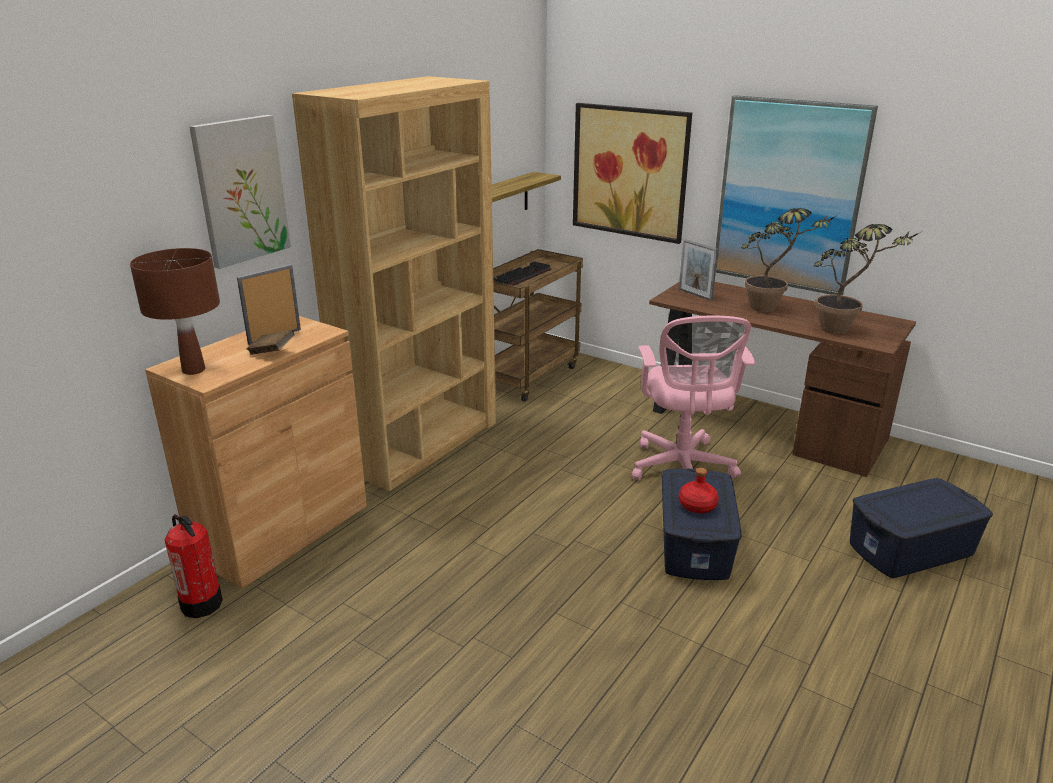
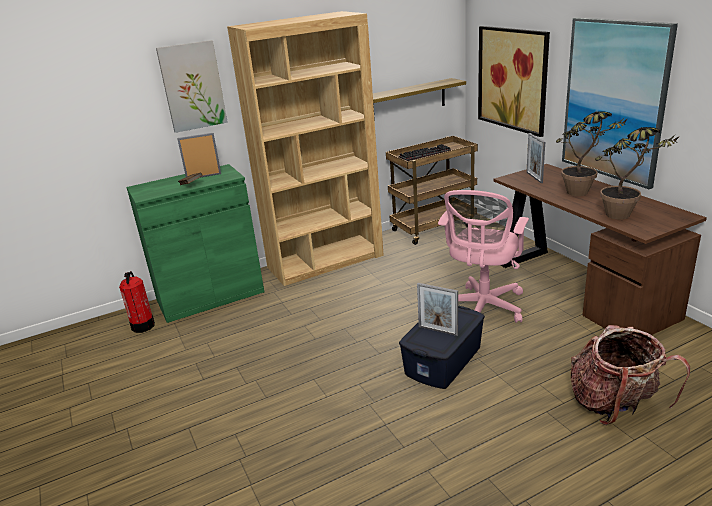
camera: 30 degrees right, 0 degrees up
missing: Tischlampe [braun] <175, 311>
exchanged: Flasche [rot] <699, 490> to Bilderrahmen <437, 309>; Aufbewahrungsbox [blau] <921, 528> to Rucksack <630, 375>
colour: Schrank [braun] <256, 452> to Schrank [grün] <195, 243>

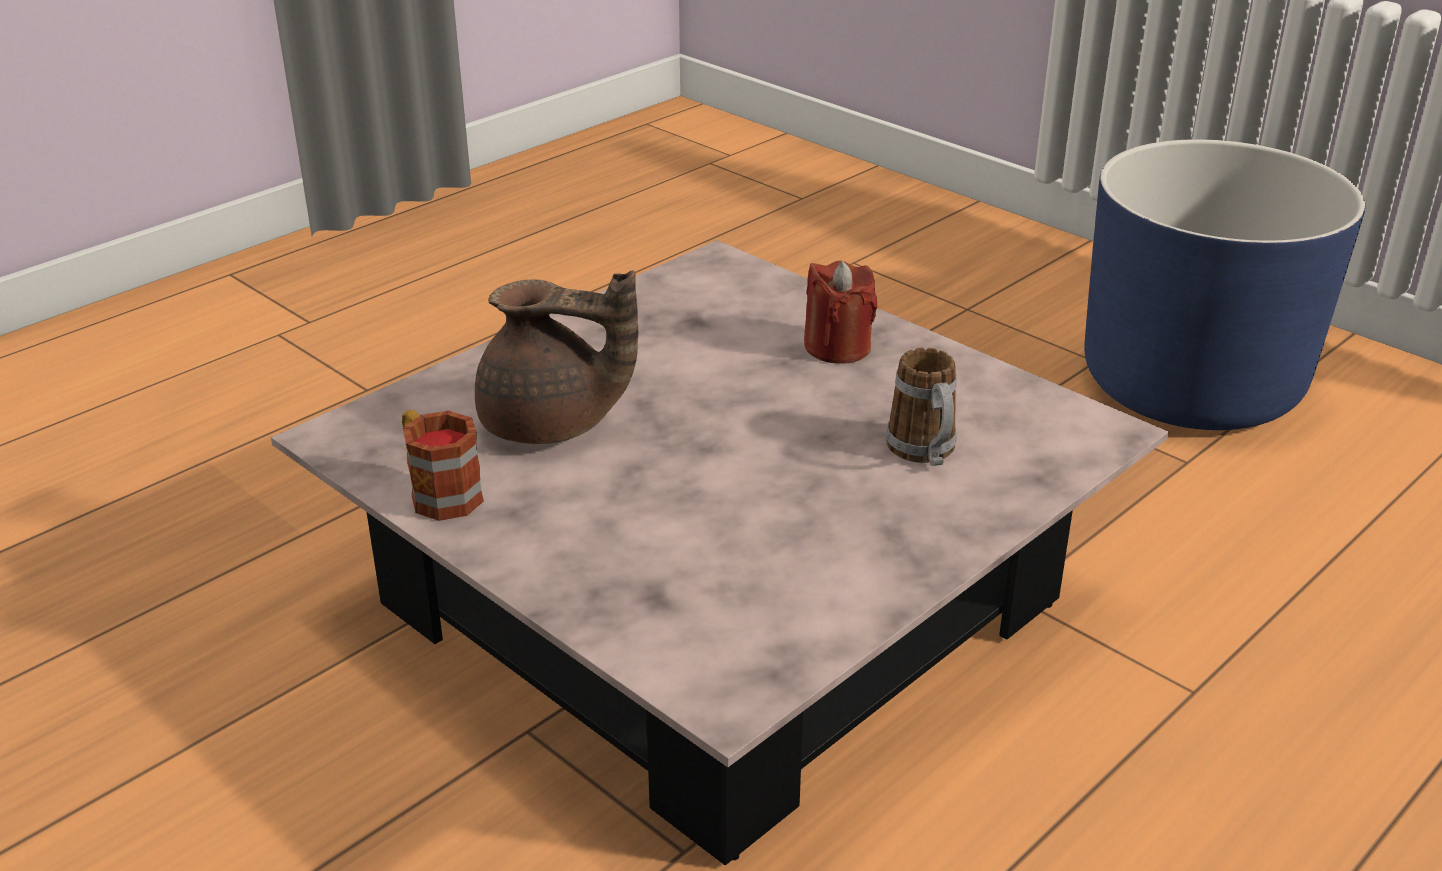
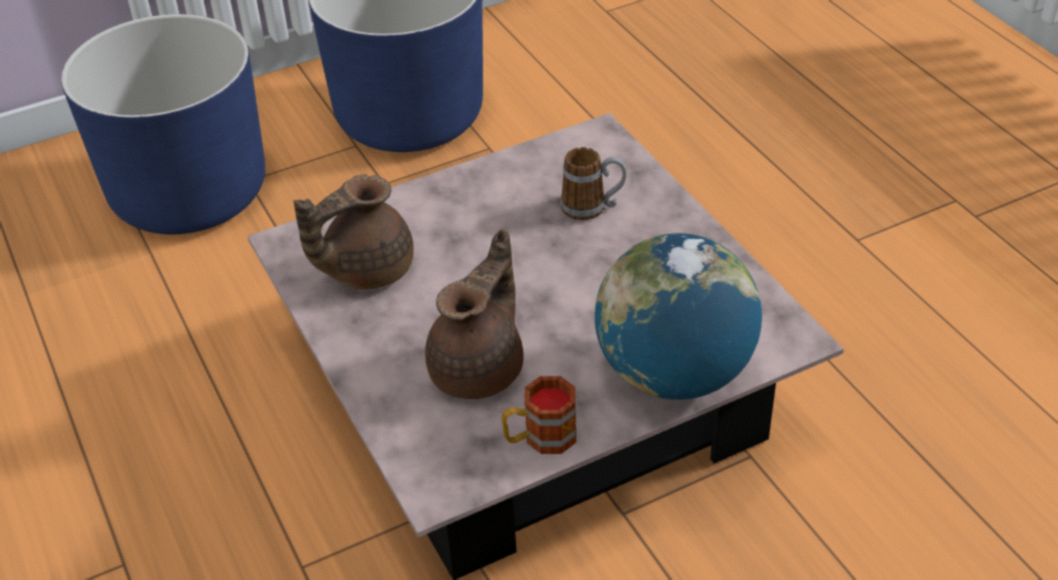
camera: 70 degrees left, 10 degrees up
missing: Kerze [rot] <841, 312>
appeared: Pflanzkübel [blau] <163, 124>; Teekanne [braun] <354, 232>; Globus <678, 316>

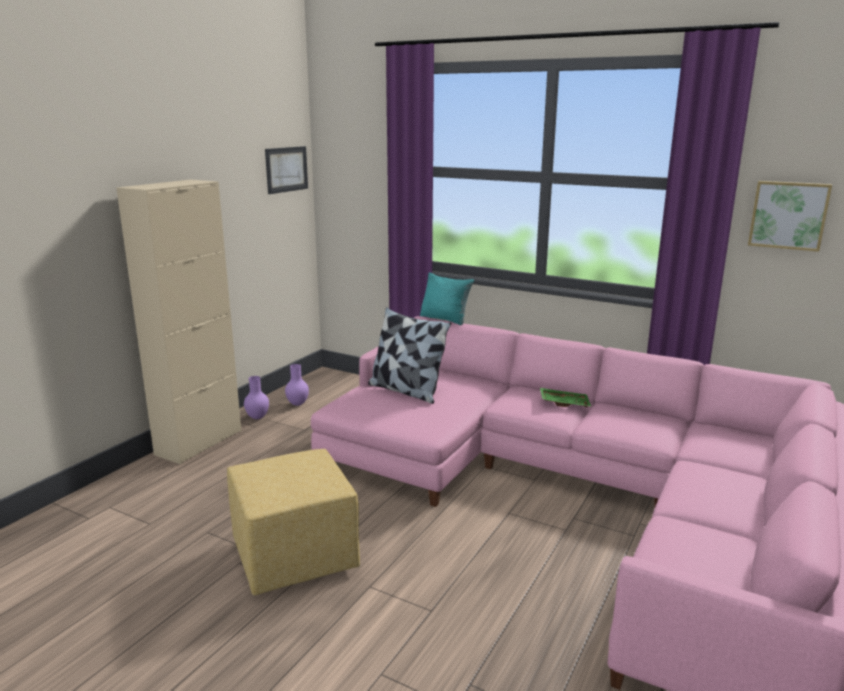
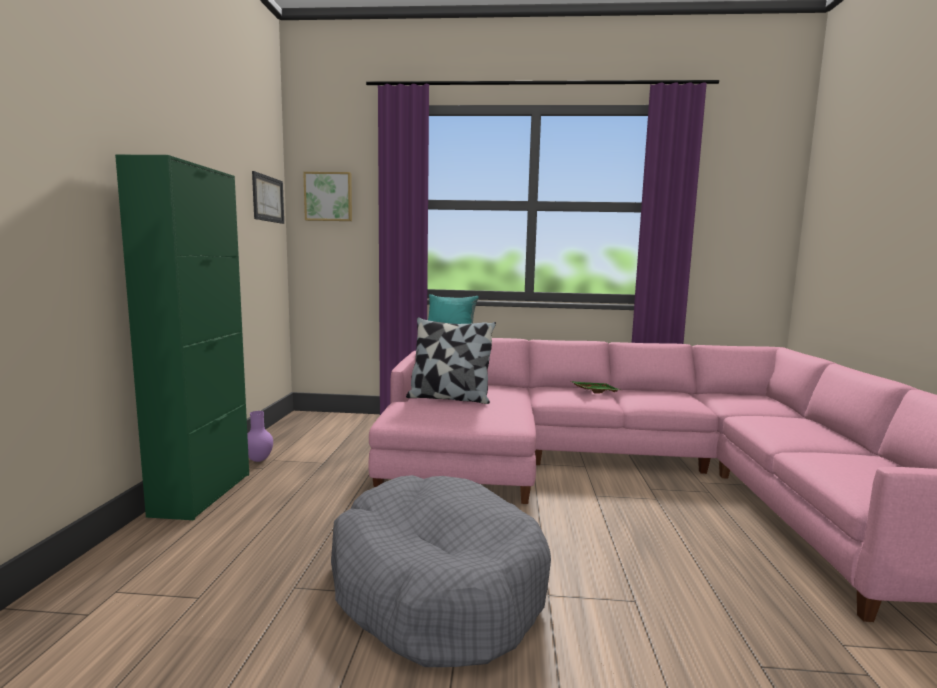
camera: 25 degrees left, 10 degrees down
missing: Vase [lila] <297, 385>
relocated: Bild <790, 216> to <327, 196>
exchanged: Polsterhocker [gelb] <293, 522> to Hundebett [grau] <441, 571>
colour: Schrank [beige] <178, 322> to Schrank [grün] <182, 337>

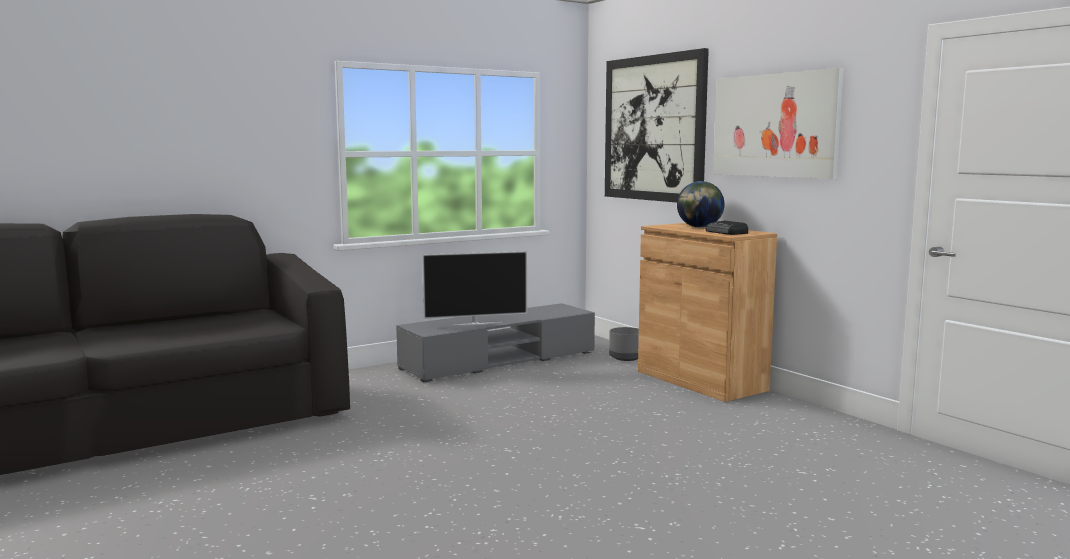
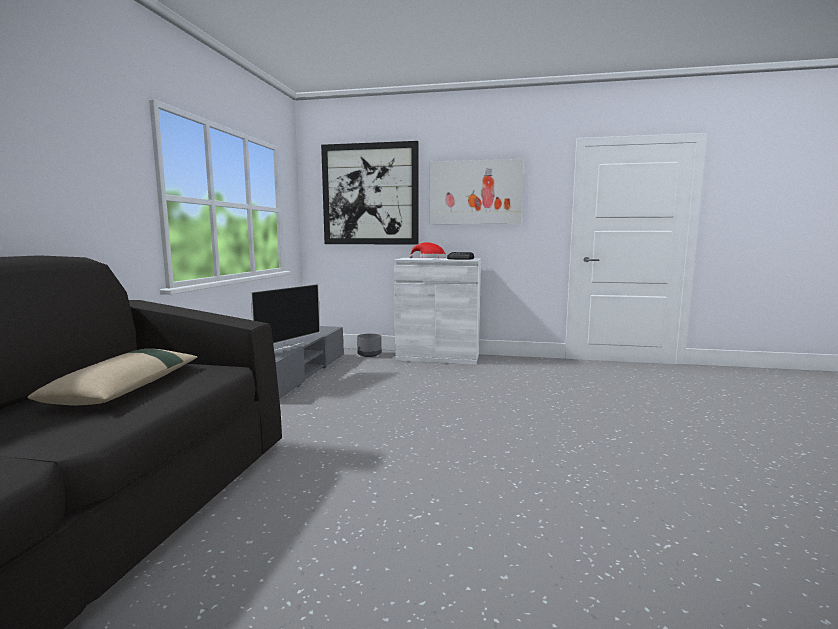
camera: 45 degrees left, 0 degrees up
appeared: Kissen [beige] <112, 377>
exchanged: Globus <701, 204> to Hut [rot] <427, 250>
colour: Schrank [braun] <707, 312> to Schrank [weiß] <437, 311>

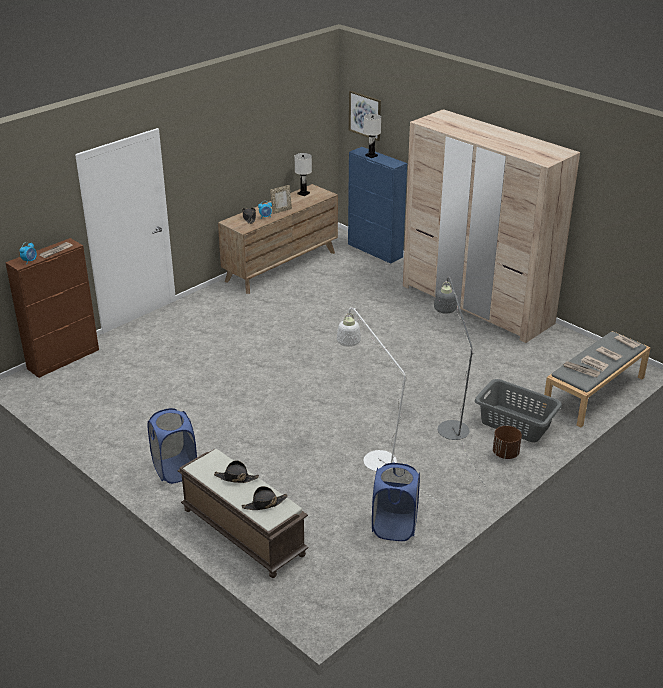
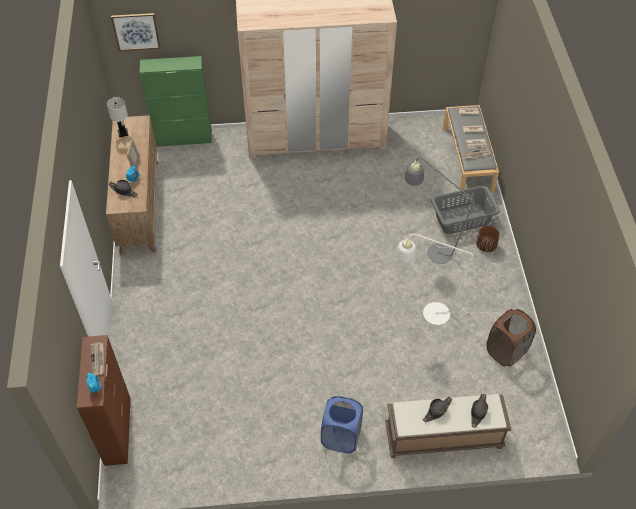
camera: 50 degrees left, 20 degrees up
missing: Tischlampe [weiß] <372, 136>
colour: Schrank [blau] <377, 205> to Schrank [grün] <176, 101>; Wäschekorb [blau] <396, 502> to Wäschekorb [braun] <511, 338>

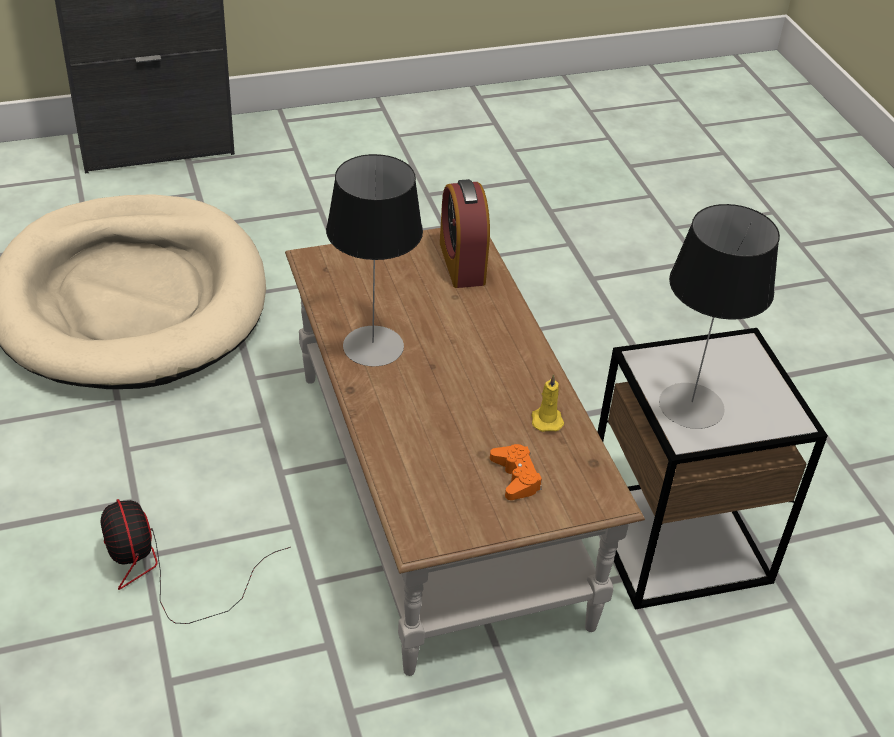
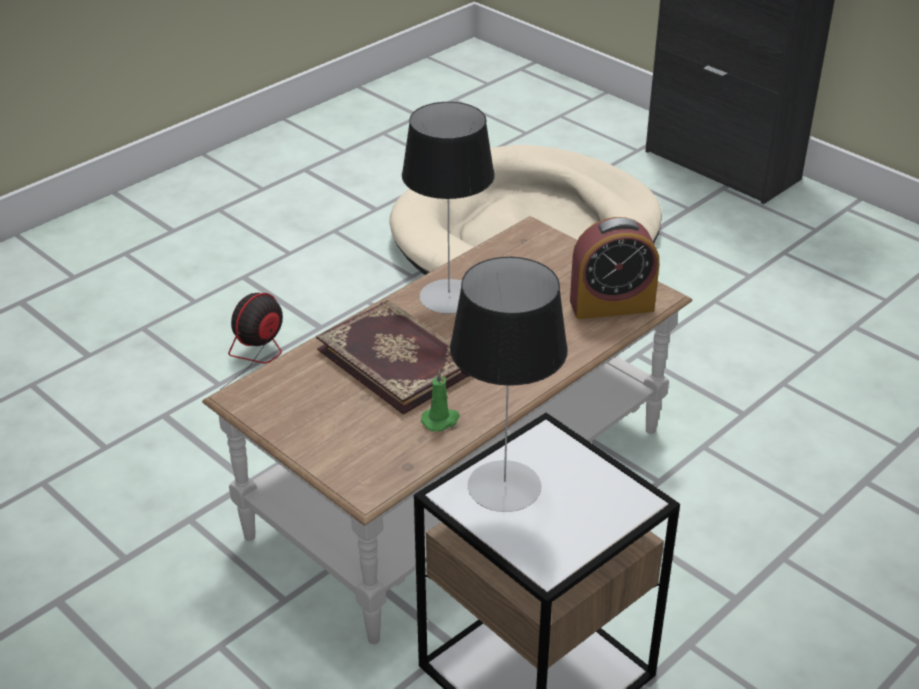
camera: 65 degrees right, 5 degrees down
missing: Gamepad [orange] <516, 472>
appeared: Buch <393, 357>
colour: Kerze [gelb] <547, 403> to Kerze [grün] <440, 400>
spun: Wecker <465, 233> = <614, 268> 150 degrees counterclockwise

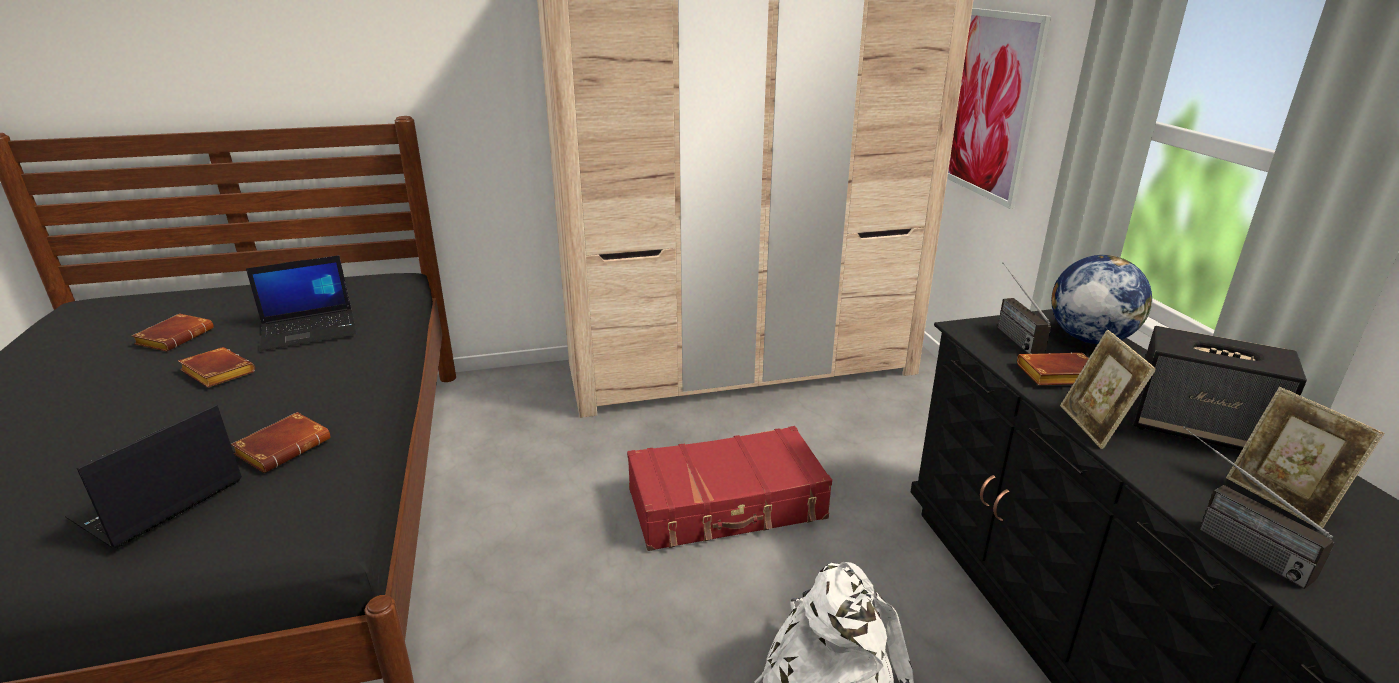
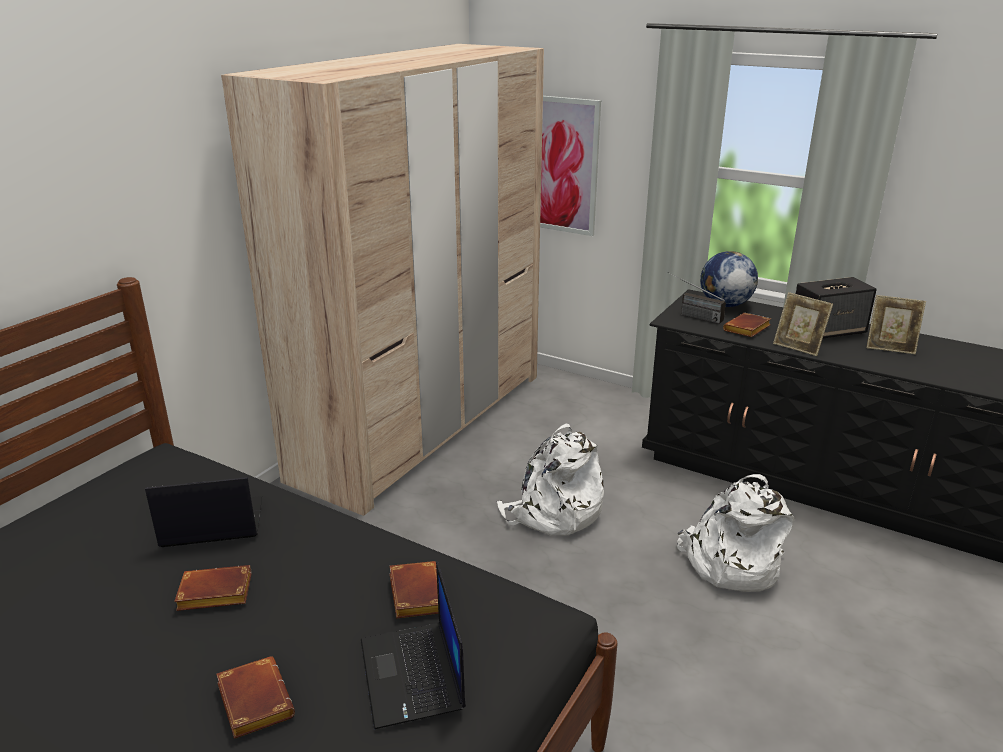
camera: 45 degrees left, 0 degrees up
missing: Radio <1259, 507>
relocated: Buch [braun] <173, 332> to <255, 697>
exchanged: Koffer [rot] <729, 488> to Rucksack [weiß] <550, 480>
spun: Laptop <301, 303> = <203, 512> 120 degrees counterclockwise

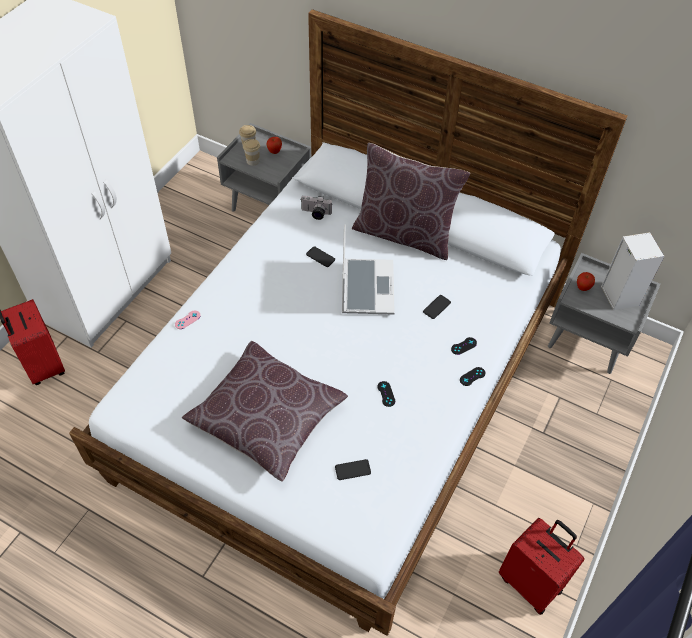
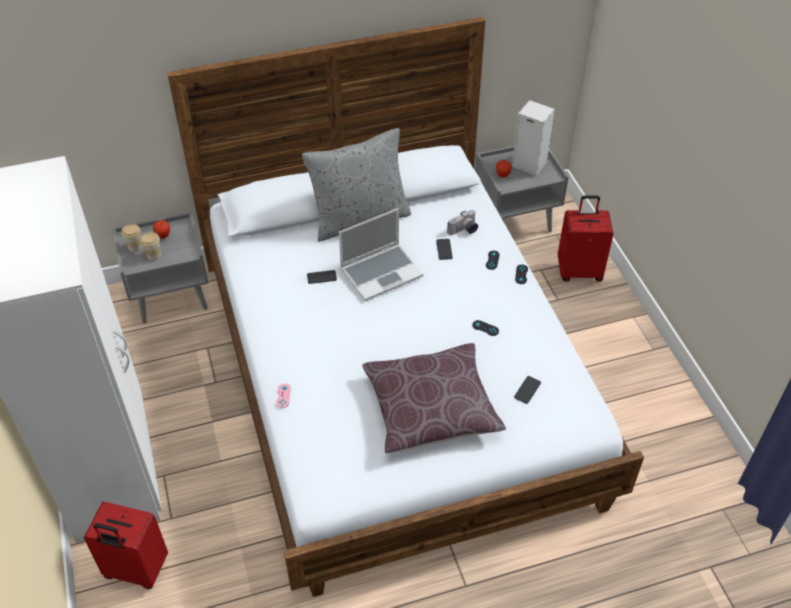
camera: 45 degrees left, 5 degrees down
relocated: Kamera <316, 208> to <462, 222>; Koffer [rot] <542, 566> to <585, 238>
colour: Kissen [braun] <411, 201> to Kissen [grau] <356, 185>
spun: Laptop <368, 270> = <381, 254> 105 degrees clockwise

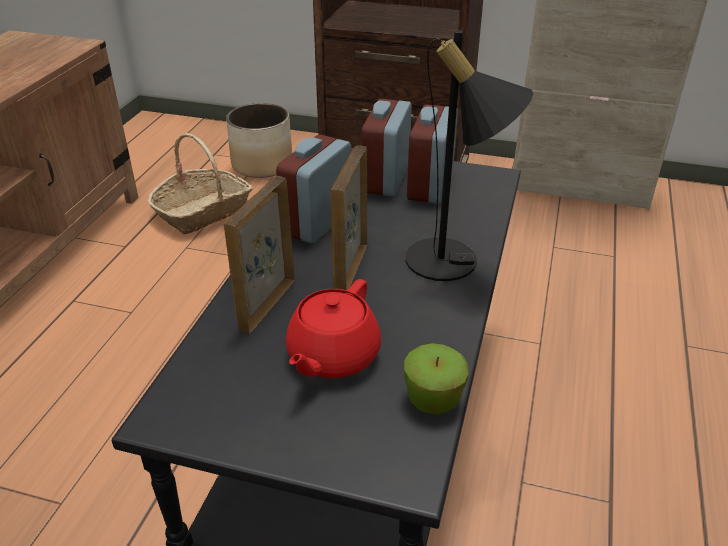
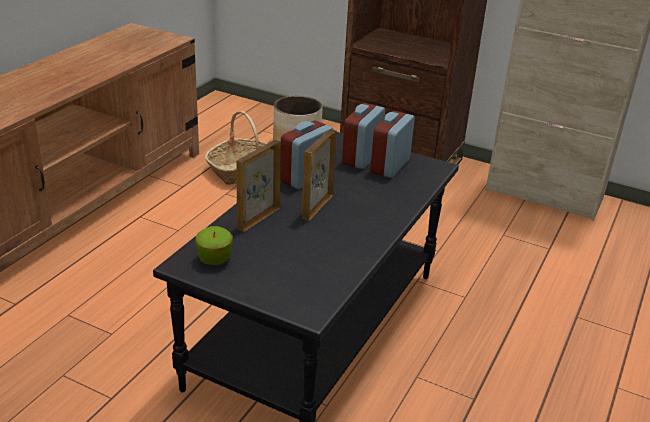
camera: 10 degrees right, 5 degrees down
missing: Tischlampe [schwarz] <470, 155>; Teekanne [rot] <333, 328>
relocated: Apfel <436, 378> to <214, 245>

